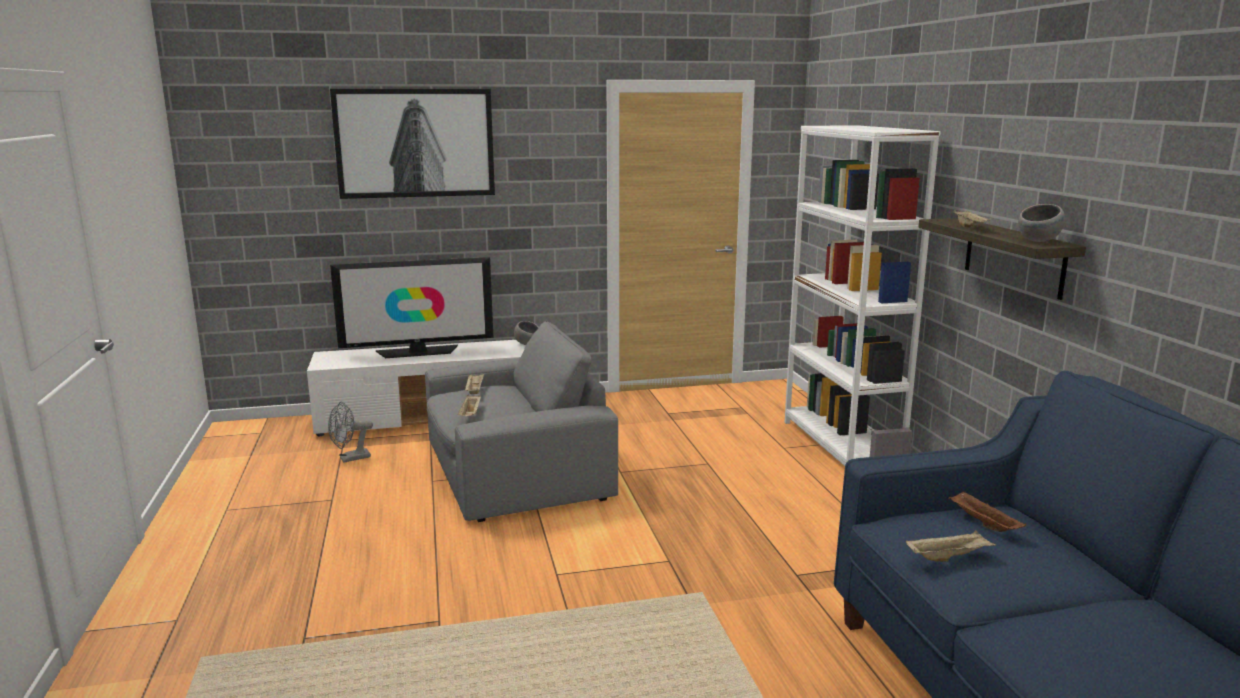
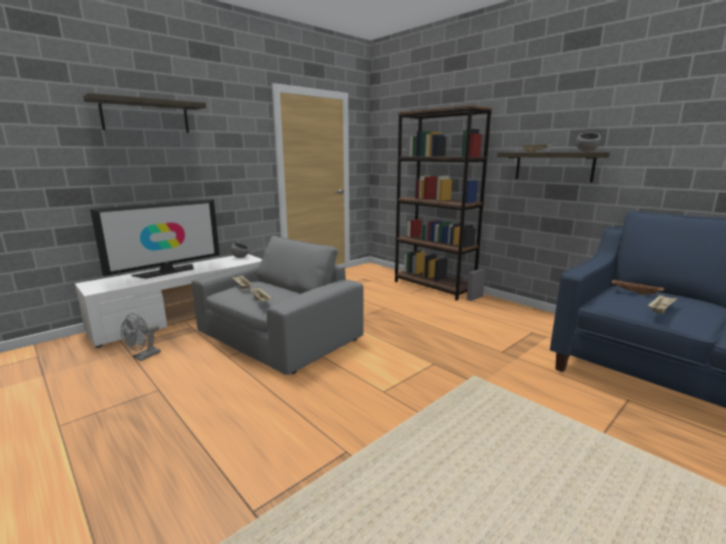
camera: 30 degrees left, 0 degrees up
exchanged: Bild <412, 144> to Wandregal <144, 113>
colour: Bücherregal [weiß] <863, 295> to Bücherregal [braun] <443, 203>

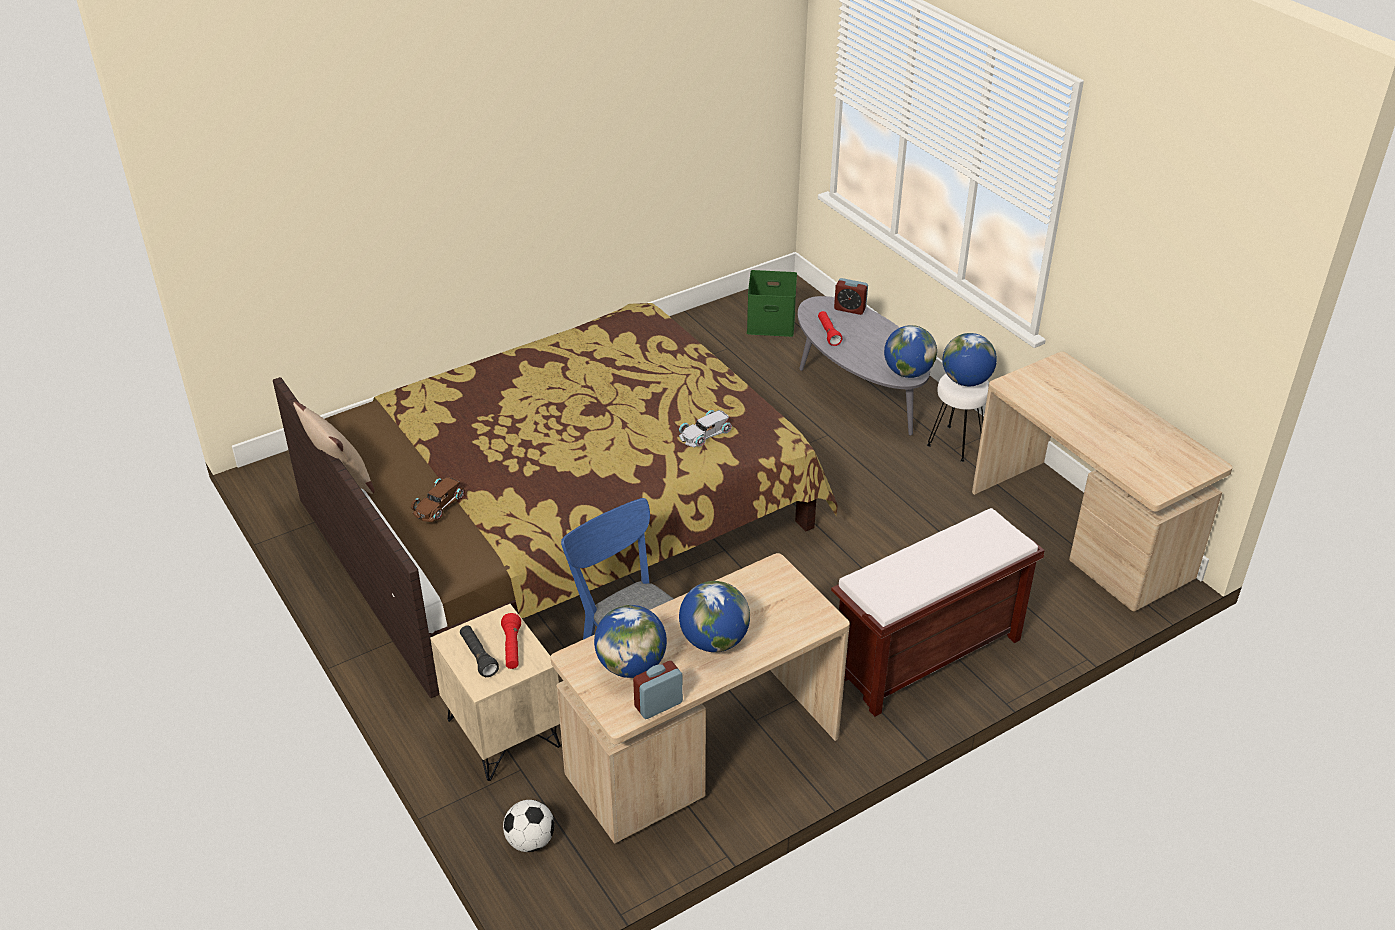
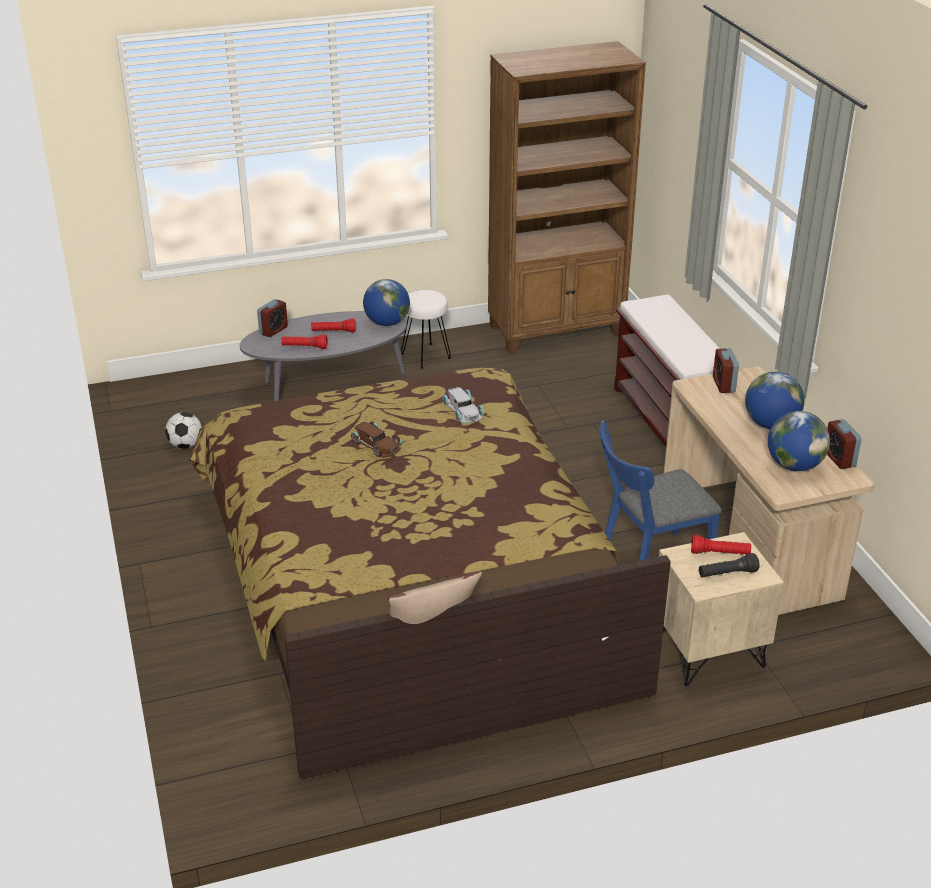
camera: 75 degrees left, 5 degrees down
missing: Aufbewahrungsbox [grün] <772, 303>; Globus <969, 359>
appeared: Taschenlampe [rot] <333, 325>; Wecker <726, 370>
relocated: Spielzeugauto [braun] <438, 499> to <376, 440>; Fußball <528, 826> to <183, 430>
exchanged: Schreibtisch [beige] <1102, 481> to Bücherregal [braun] <567, 197>

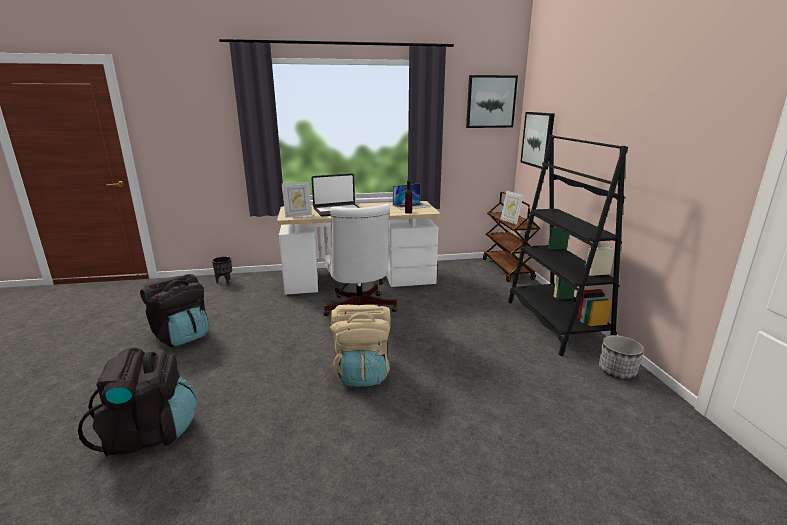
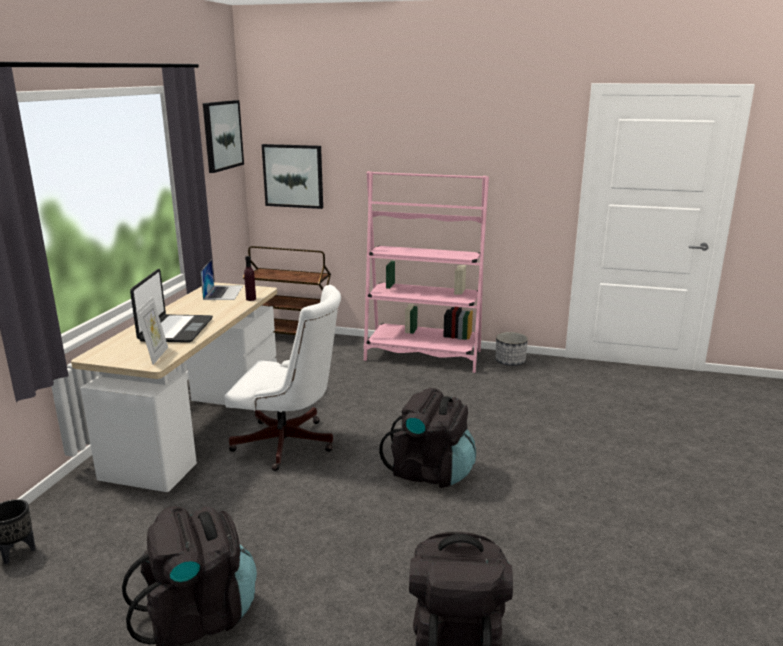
camera: 65 degrees left, 0 degrees up
missing: Bilderrahmen <511, 208>
colour: Bücherregal [schwarz] <568, 245> to Bücherregal [rosa] <426, 272>; Rucksack [beige] <360, 346> to Rucksack [schwarz] <427, 438>

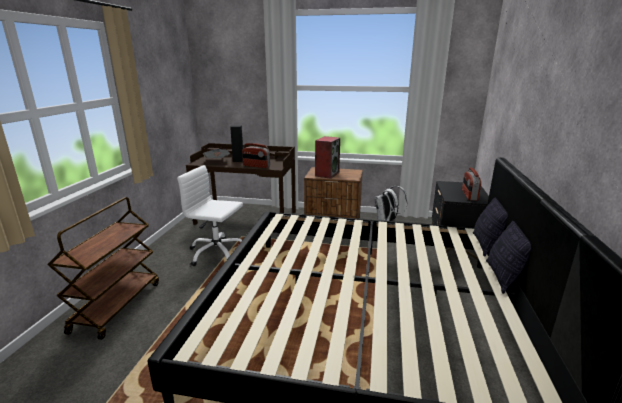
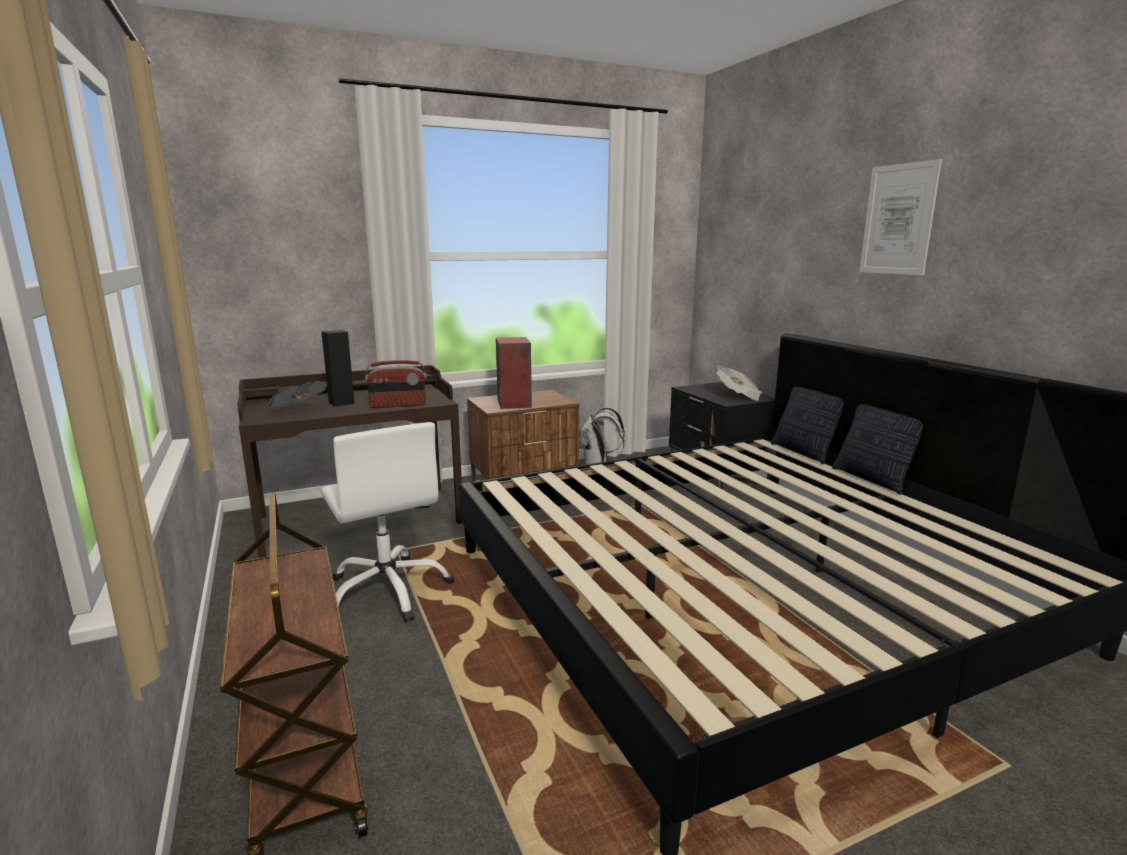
camera: 35 degrees left, 5 degrees down
appeared: Bild <900, 217>
exchanged: Radio <471, 184> to Zeitung <739, 383>
spun: Bürostuhl [weiß] <210, 215> = <387, 522> 105 degrees counterclockwise

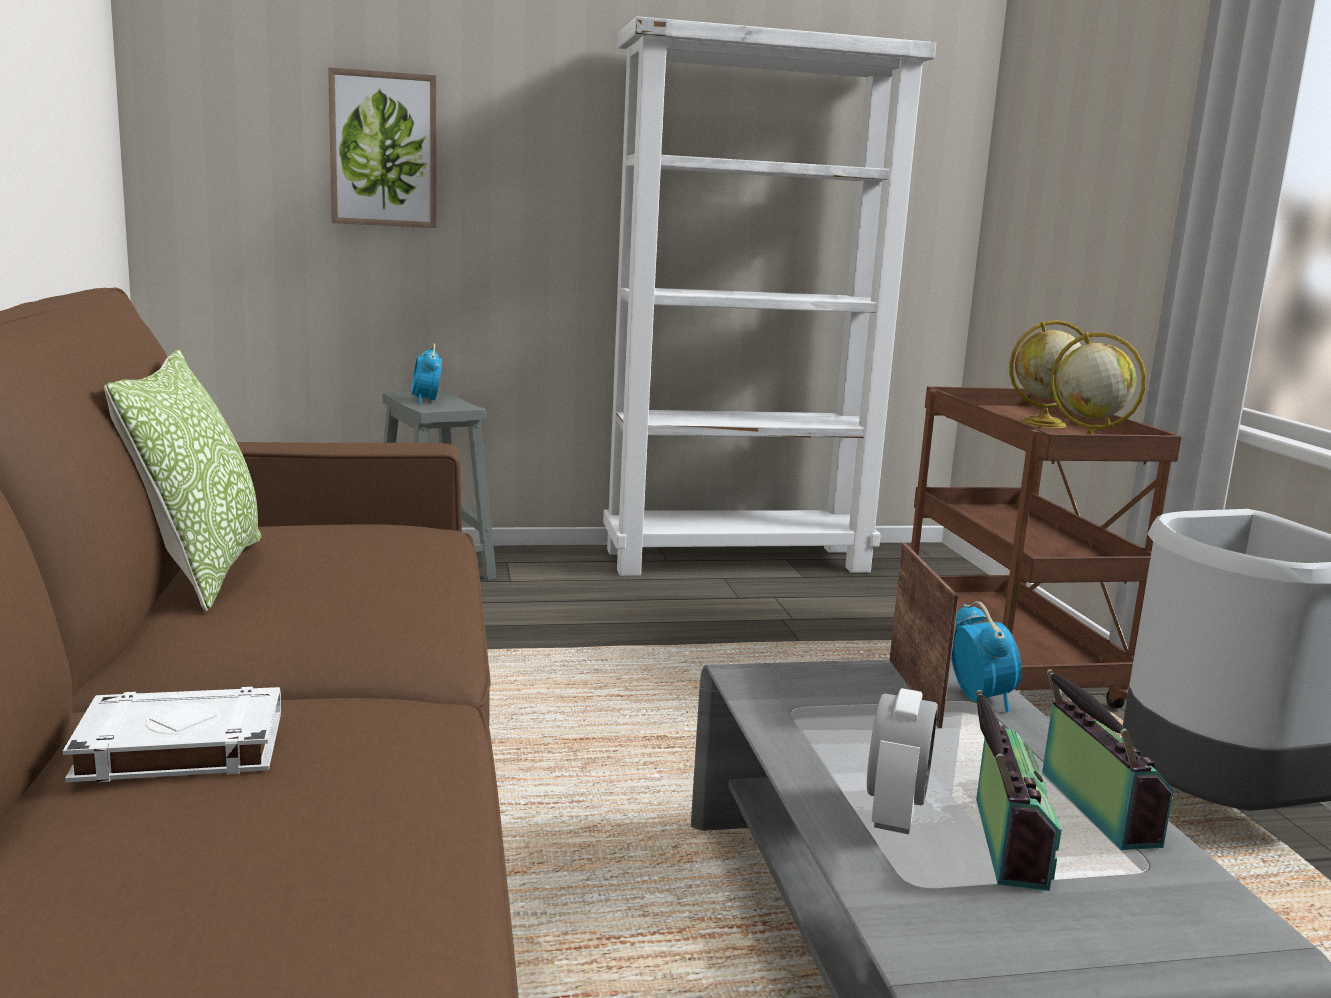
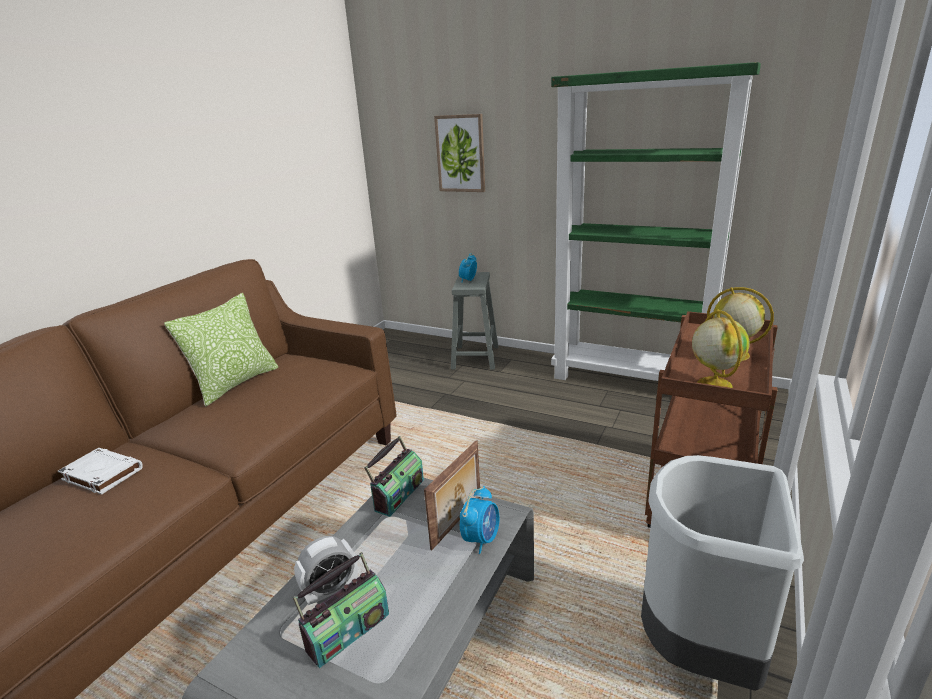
camera: 40 degrees right, 10 degrees up
relocated: Radio <1108, 759> to <394, 476>
colour: Bücherregal [weiß] <769, 296> to Bücherregal [grün] <656, 221>

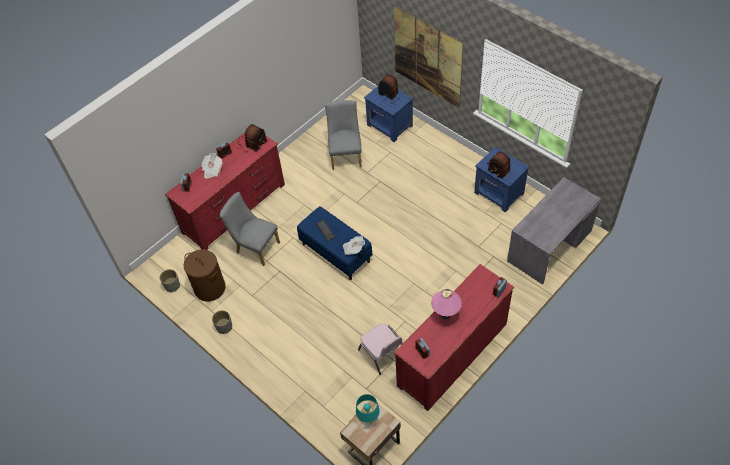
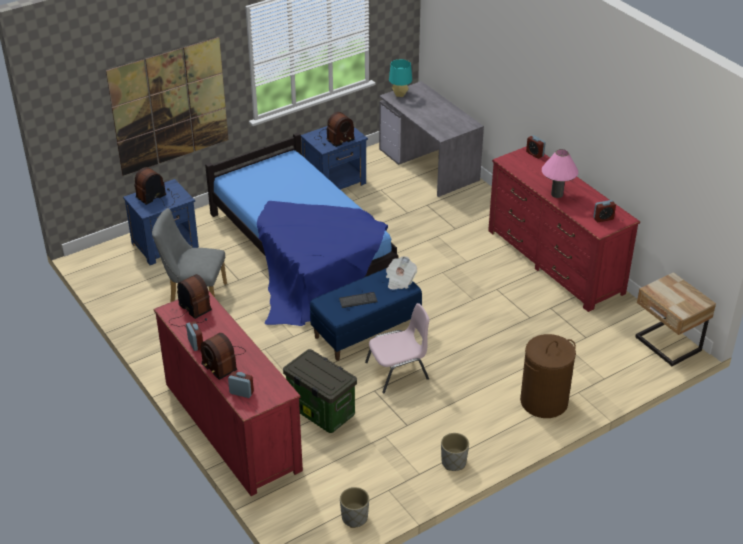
camera: 80 degrees left, 15 degrees down
appeared: Bett <301, 229>
relocated: Wäschekorb [braun] <204, 275> to <548, 376>; Stuhl [rosa] <380, 349> to <397, 348>; Tischlampe [türkis] <367, 408> to <400, 78>
exchanged: Zeitung <211, 165> to Radio <223, 356>; Stuhl [grau] <250, 229> to Aufbewahrungsbox <320, 391>

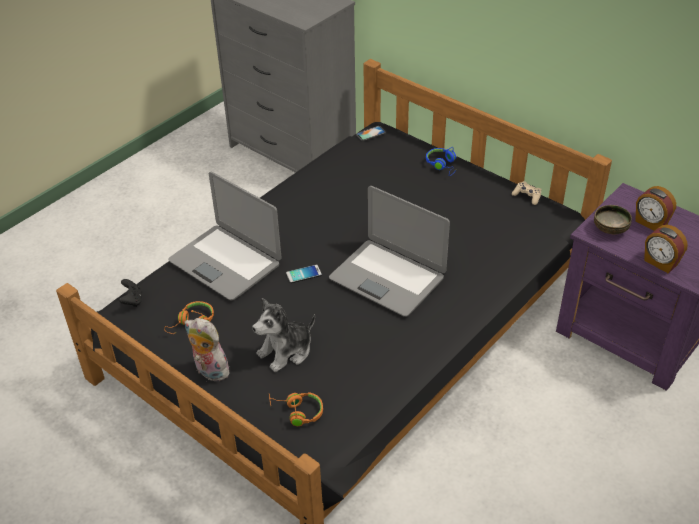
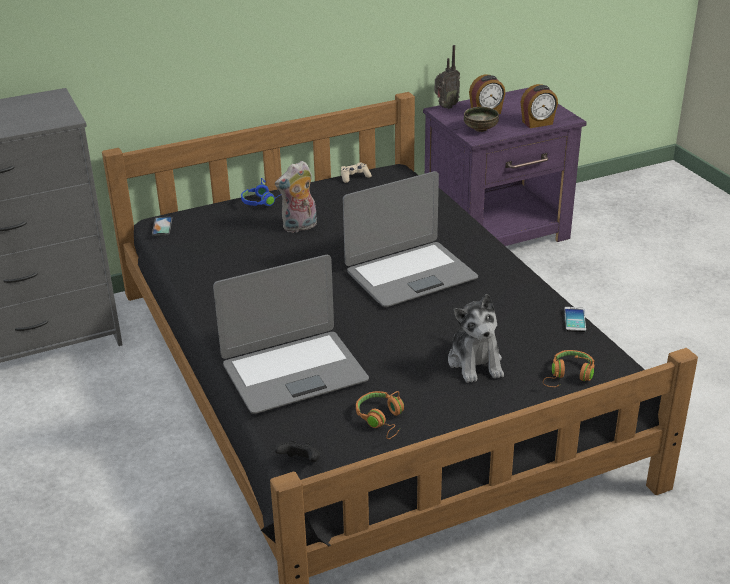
camera: 65 degrees left, 10 degrees down
appeared: Radio <447, 77>
relocated: Handy <304, 273> to <575, 319>; Plüschtier <208, 349> to <296, 196>

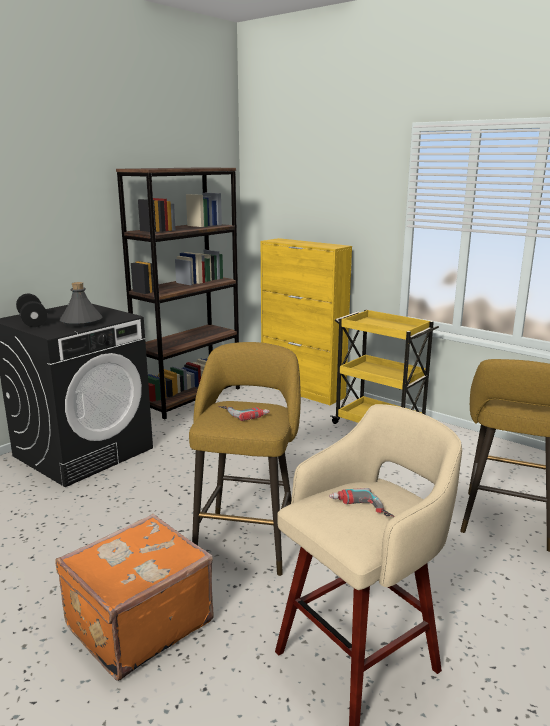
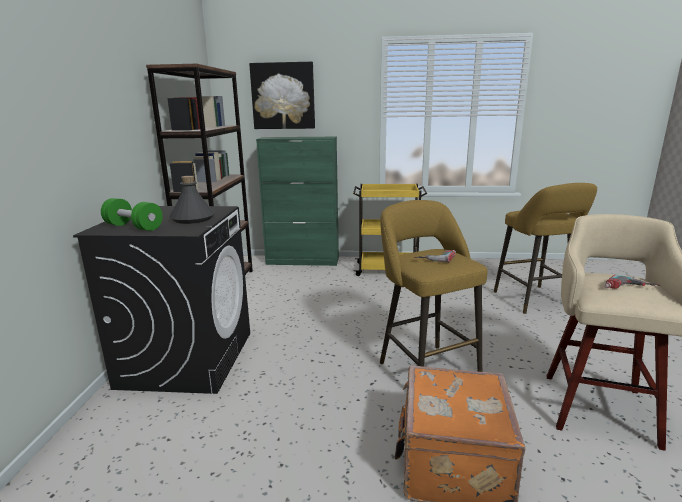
camera: 35 degrees left, 0 degrees up
appeared: Bild <282, 95>
colour: Schrank [gelb] <306, 321> to Schrank [grün] <297, 201>; Hantel [schwarz] <31, 310> to Hantel [grün] <132, 214>

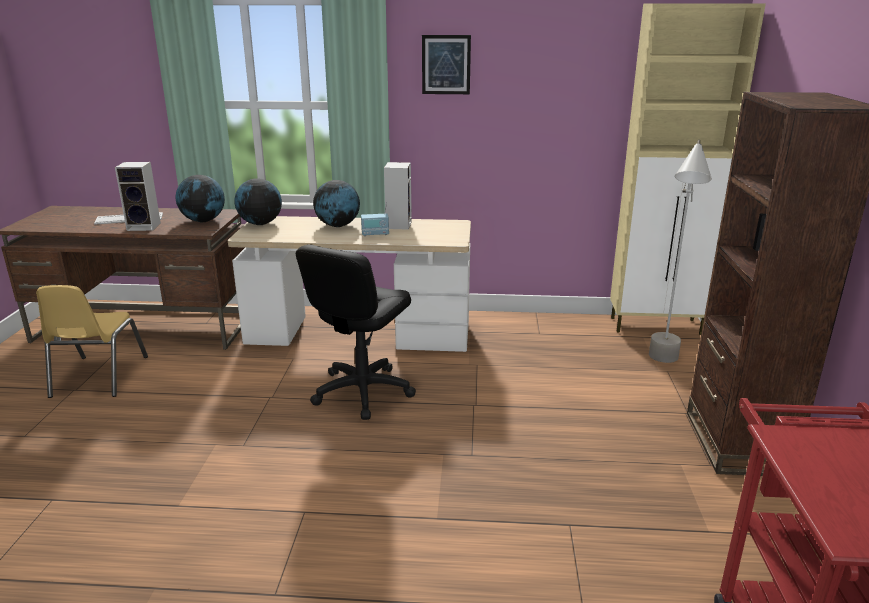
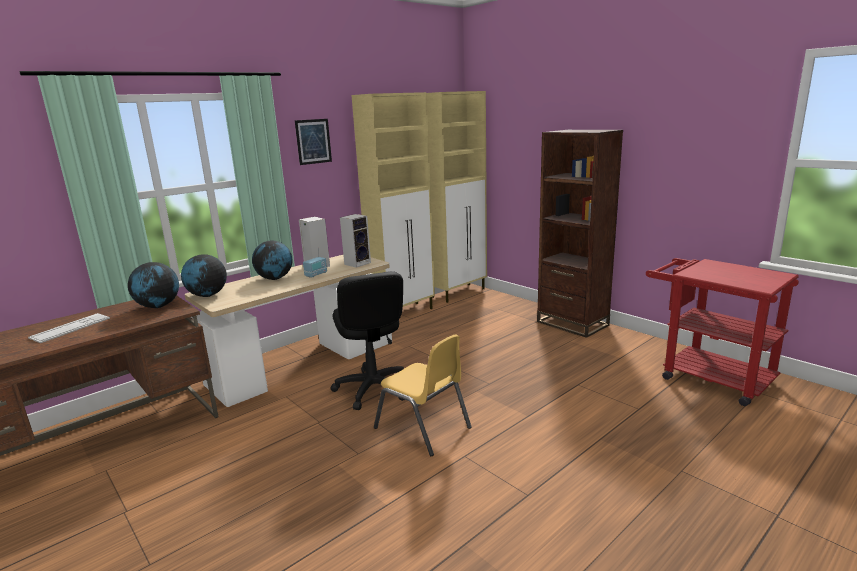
camera: 45 degrees left, 5 degrees down
missing: Stehlampe [grau] <680, 251>
appeared: Schrank [beige] <393, 200>
relocated: Lautsprecher <138, 196> to <355, 241>; Stuhl [gelb] <92, 341> to <423, 395>

